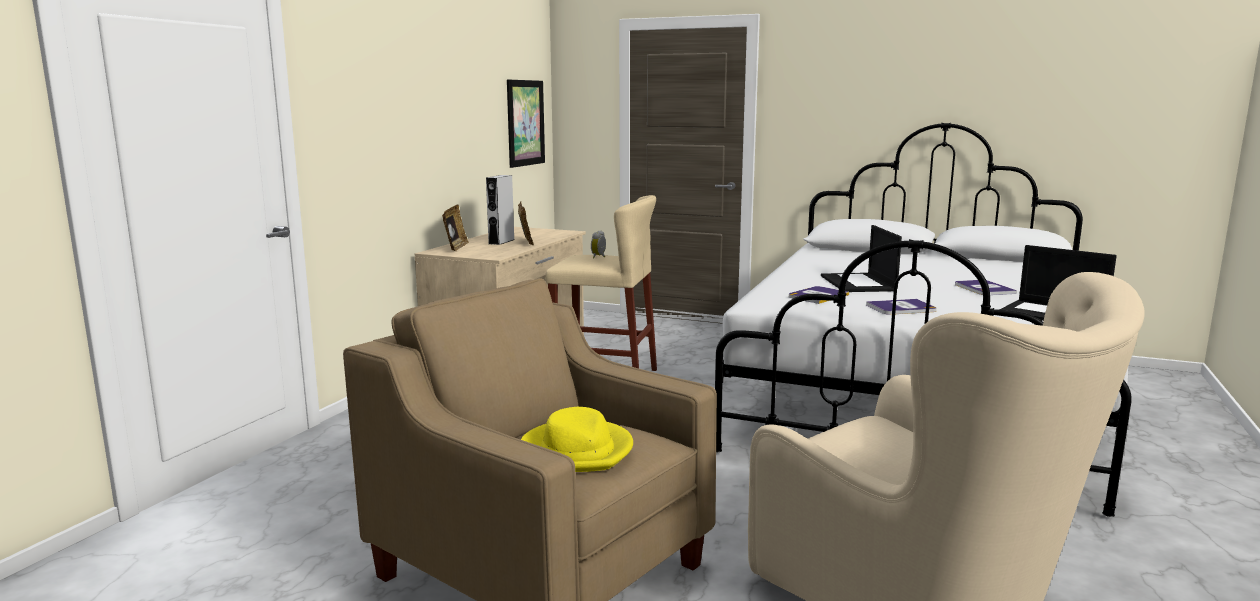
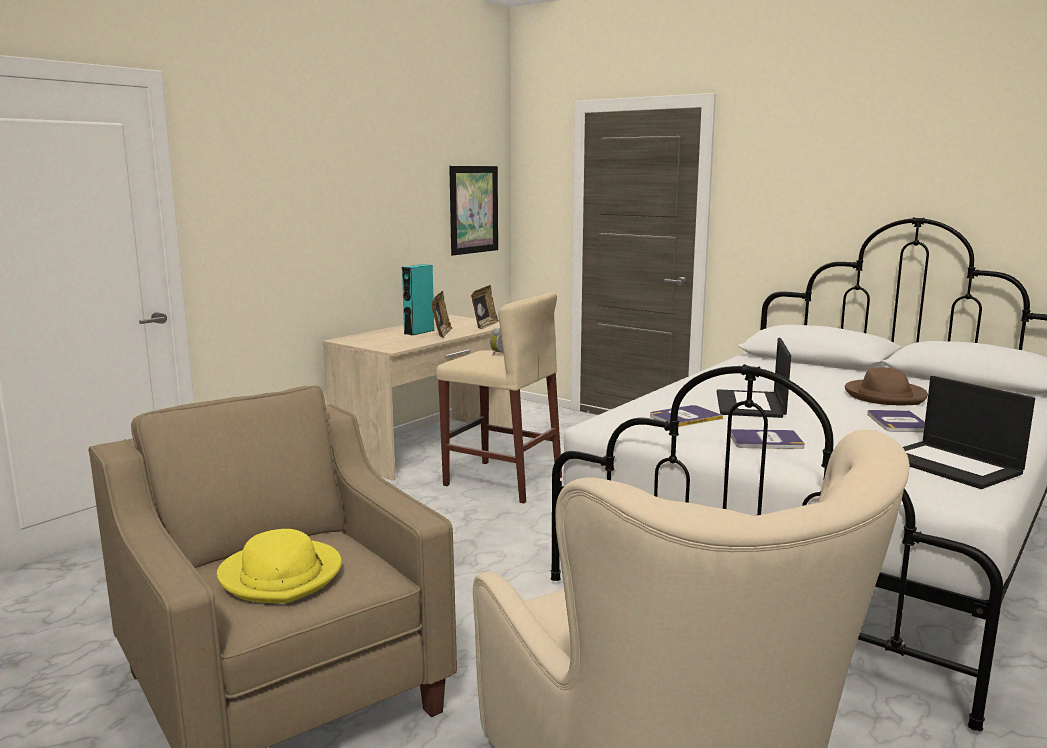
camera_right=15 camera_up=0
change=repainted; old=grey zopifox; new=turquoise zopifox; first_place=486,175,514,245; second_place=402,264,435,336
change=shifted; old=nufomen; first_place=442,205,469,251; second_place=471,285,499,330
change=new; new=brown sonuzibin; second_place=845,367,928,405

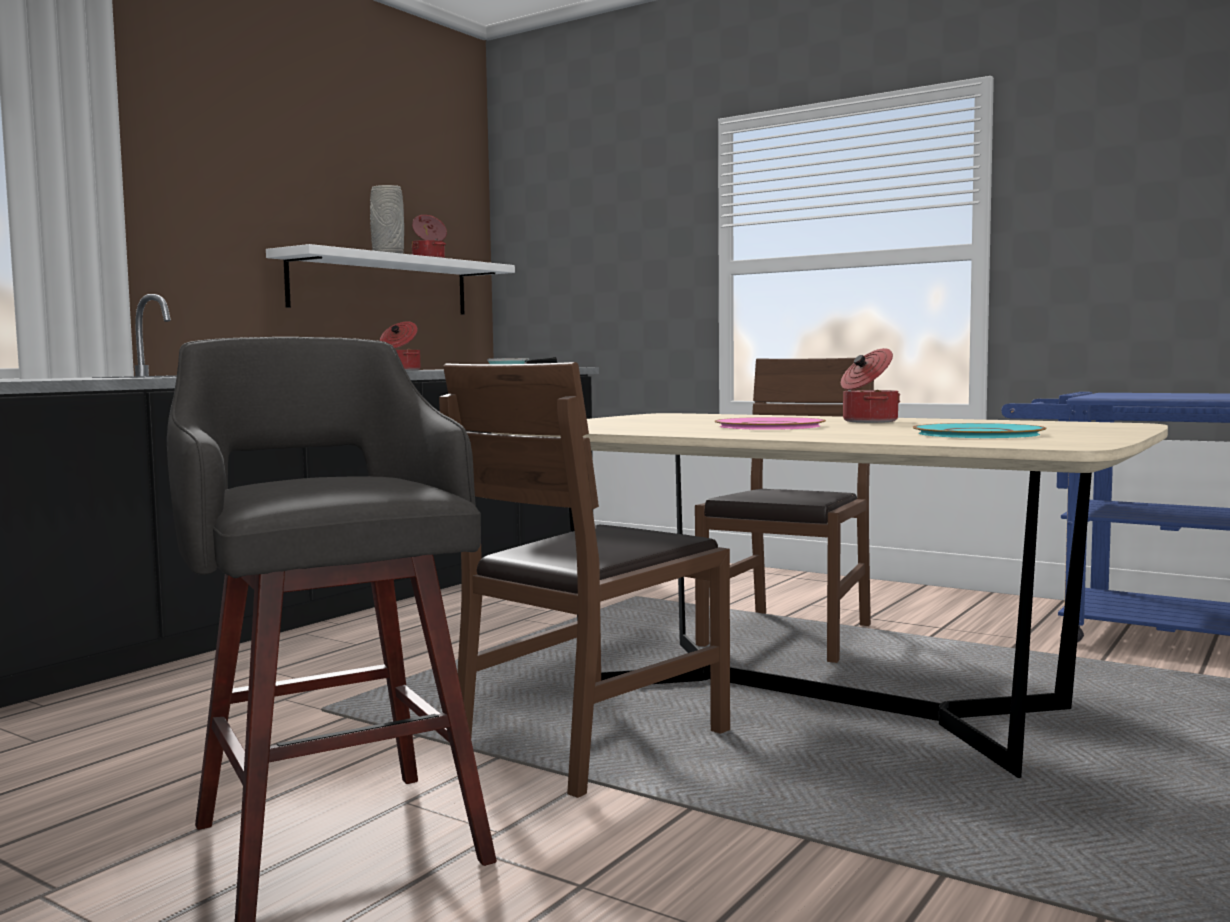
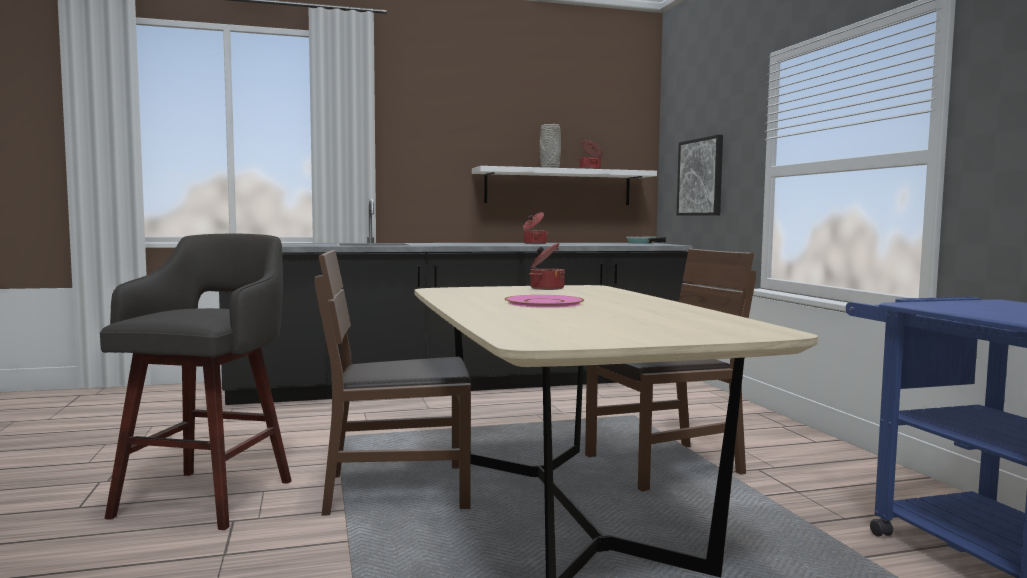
camera_right=40 camera_up=0
change=shifted; old=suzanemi; first_place=841,348,900,423; second_place=529,243,565,290
change=gone; old=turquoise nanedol; first_place=913,423,1047,438
change=new; new=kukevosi; second_place=677,135,723,216

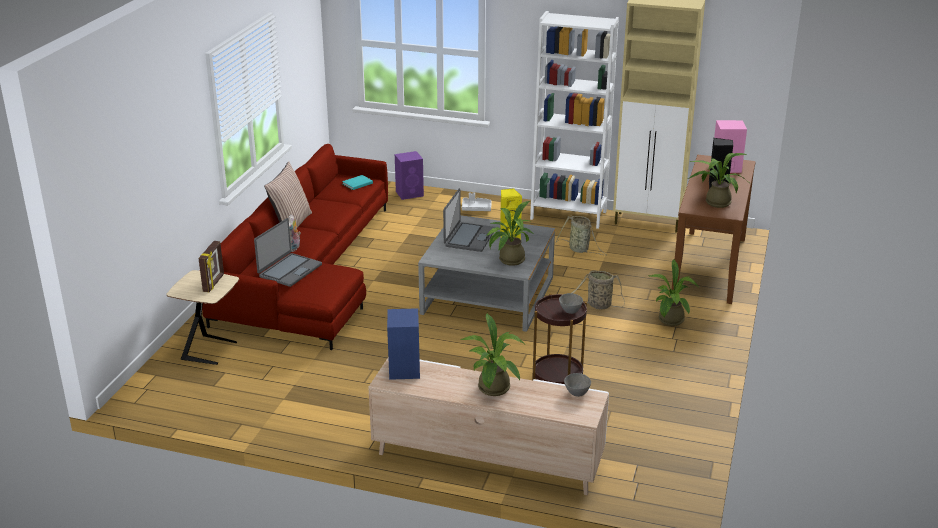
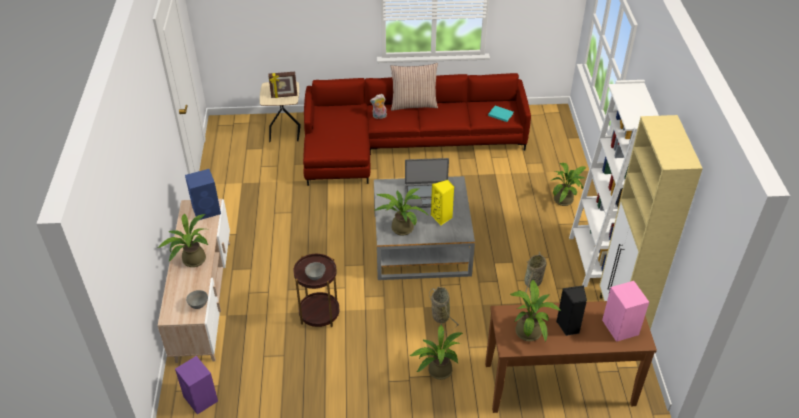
camera_right=70 camera_up=15
change=shifted; old=purple zopifox; first_place=395,151,424,200; second_place=175,356,218,415
change=swapped; old=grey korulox; new=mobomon; first_place=462,193,492,211; second_place=550,163,586,206
change=gone; old=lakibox; first_place=254,218,322,287

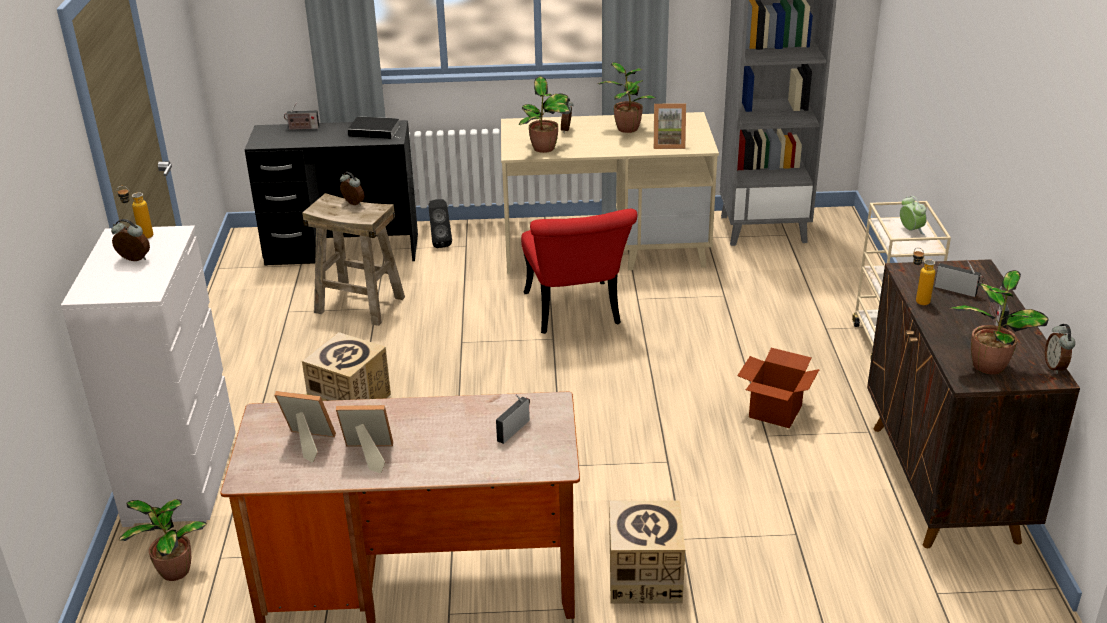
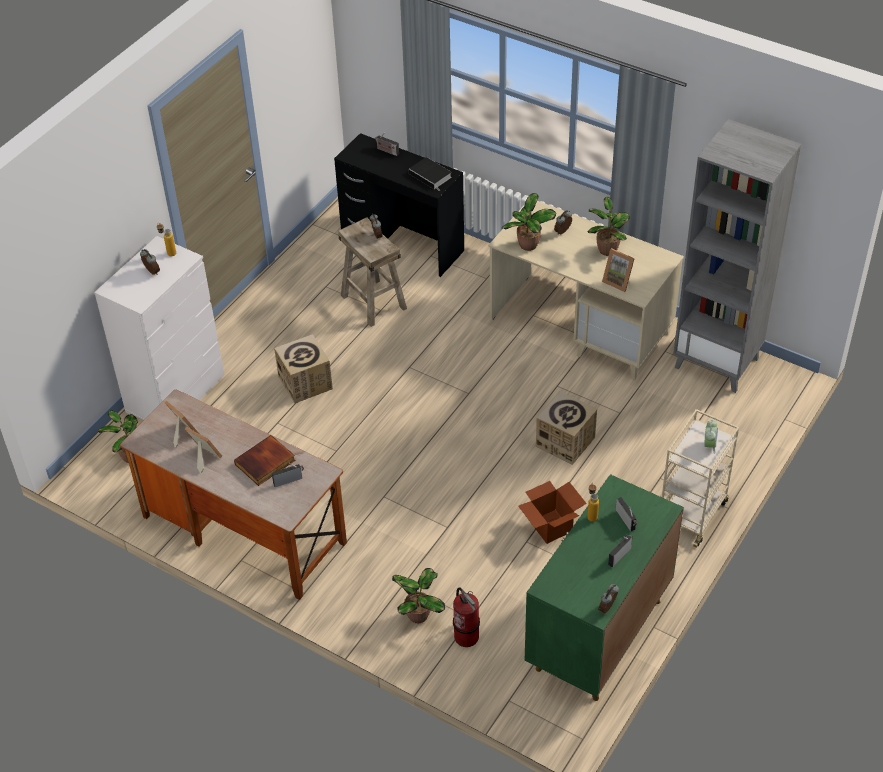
camera_right=35 camera_up=15
change=gone; old=black zopifox; first_place=428,199,452,248
change=gone; old=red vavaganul; first_place=521,209,638,334
change=repainted; old=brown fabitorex; new=green fabitorex; first_place=867,259,1080,548; second_place=525,474,684,701
change=shifted; old=mobomon; first_place=951,270,1048,374; second_place=392,568,445,623
change=shifted; old=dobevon; first_place=609,501,685,604; second_place=536,391,597,465
change=new; new=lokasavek; second_place=234,435,295,486
change=new; new=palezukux; second_place=453,587,480,647

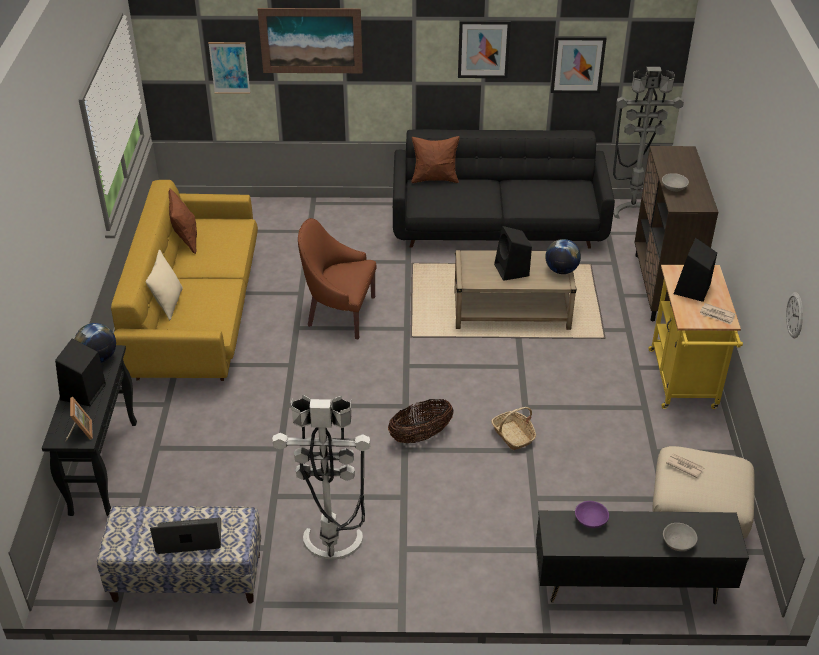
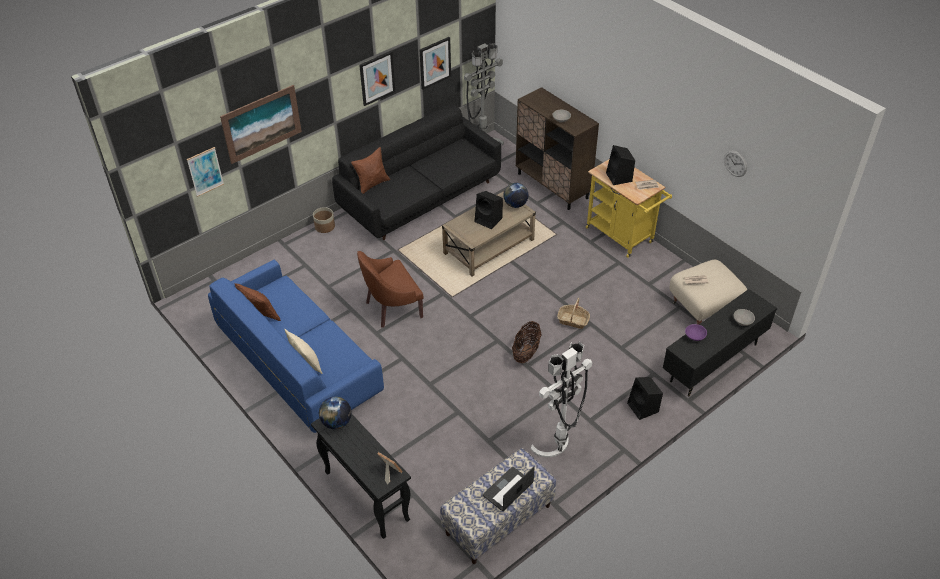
camera_right=-40 camera_up=5
change=repainted; old=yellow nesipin; new=blue nesipin; first_place=111,180,258,381; second_place=208,260,384,433
change=shifted; old=black zopifox; first_place=55,338,106,406; second_place=627,377,663,420
change=new; new=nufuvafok; second_place=313,207,335,233

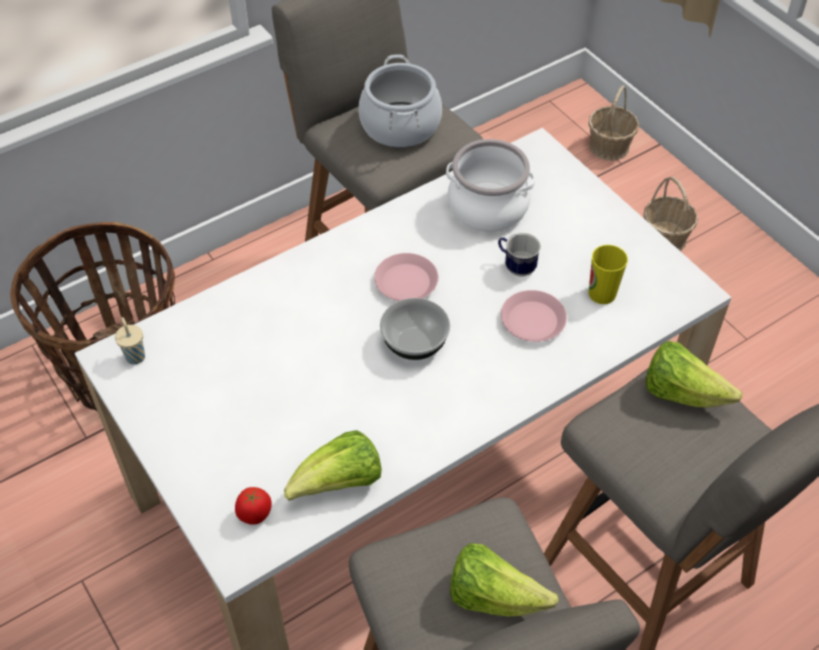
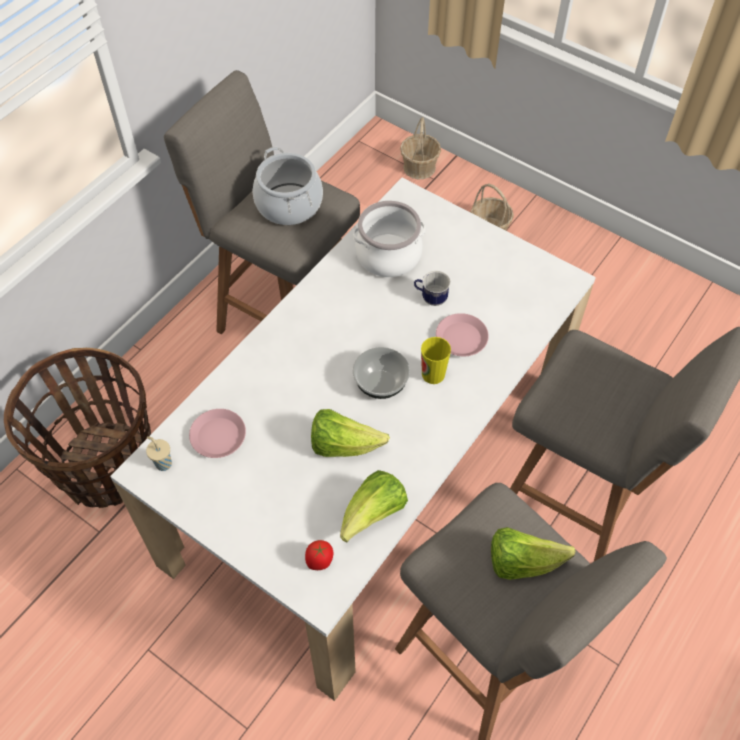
camera_right=-20 camera_up=5
change=shifted; old=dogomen; first_place=589,245,628,304; second_place=421,337,451,384
change=shifted; old=pink nanedol; first_place=374,253,438,301; second_place=189,409,246,458
change=shifted; old=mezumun; first_place=645,341,743,408; second_place=311,409,390,457

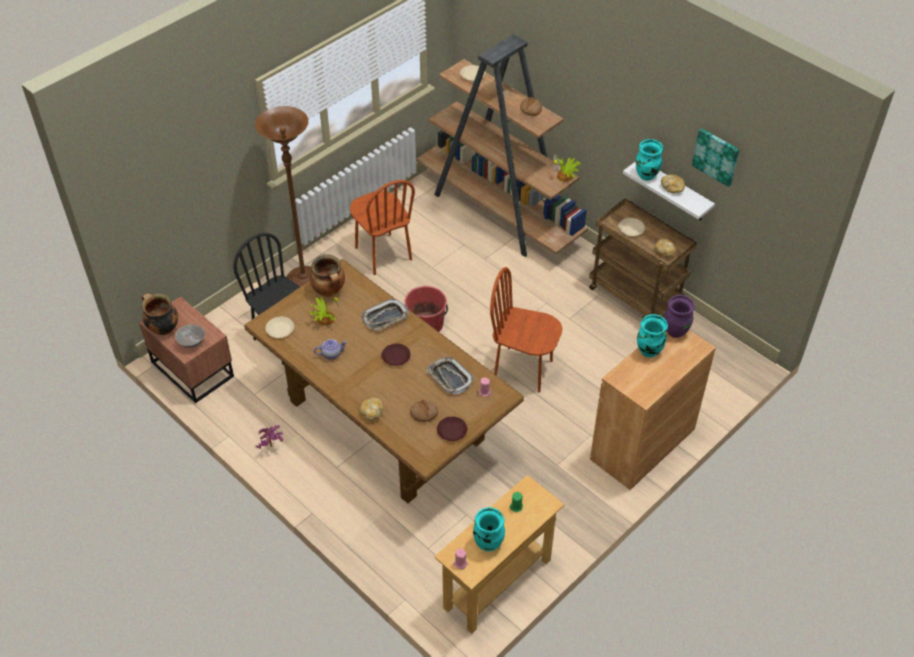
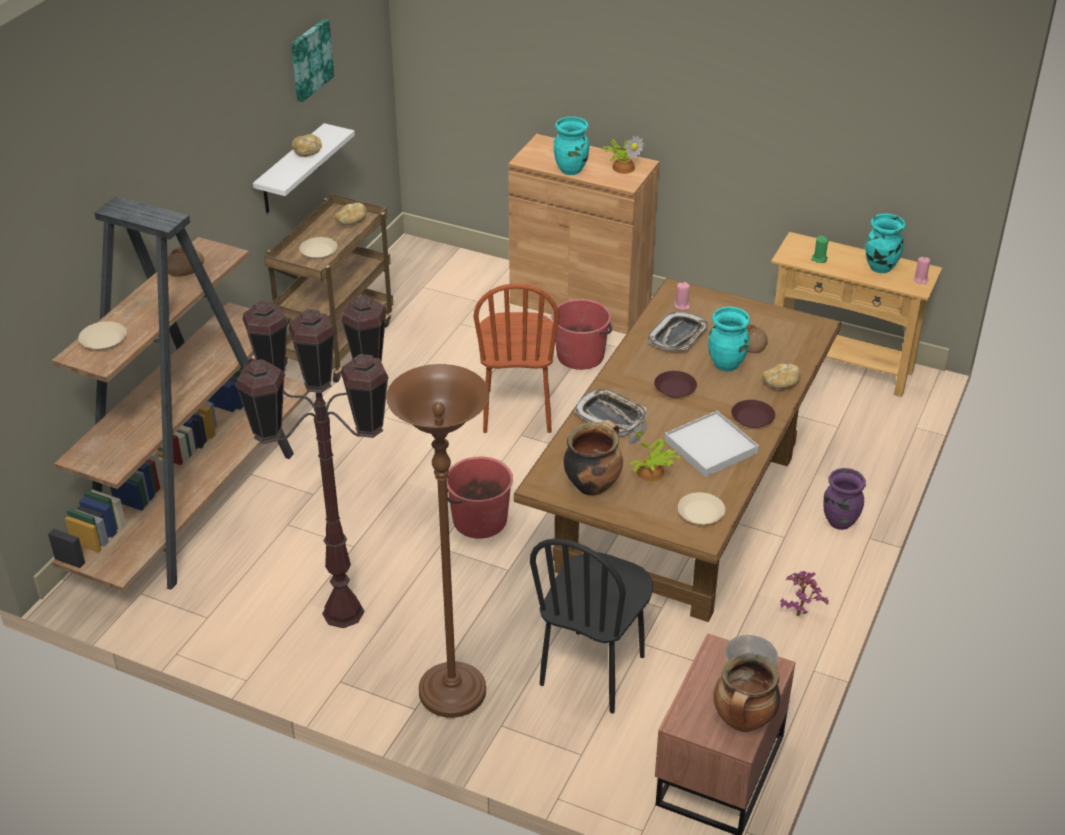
camera_right=-110 camera_up=-10
change=shifted; old=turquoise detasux; first_place=636,139,663,181; second_place=708,307,750,371
change=shifted; old=mobomon; first_place=553,154,580,182; second_place=602,136,645,174
change=swapped; old=brown vavaganul; new=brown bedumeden; first_place=350,180,415,275; second_place=236,295,389,628
change=shifted; old=purple detasux; first_place=664,295,695,338; second_place=824,468,866,530
change=swapped; old=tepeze; new=white korulox; first_place=314,339,347,360; second_place=665,411,759,477
change=shifted; old=brown nanedol; first_place=437,417,467,441; second_place=731,400,775,428
change=new; new=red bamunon; second_place=552,299,612,370

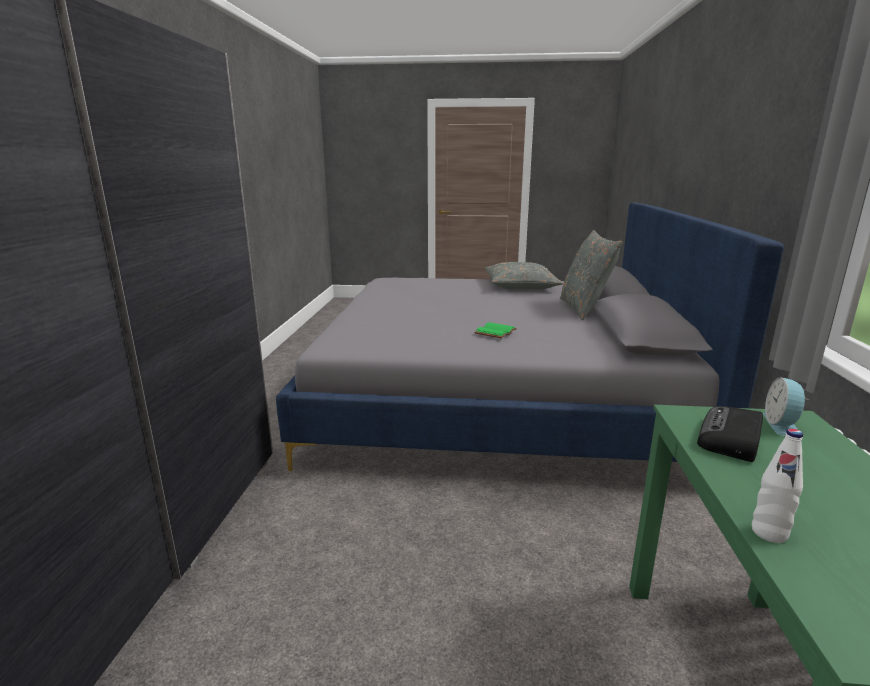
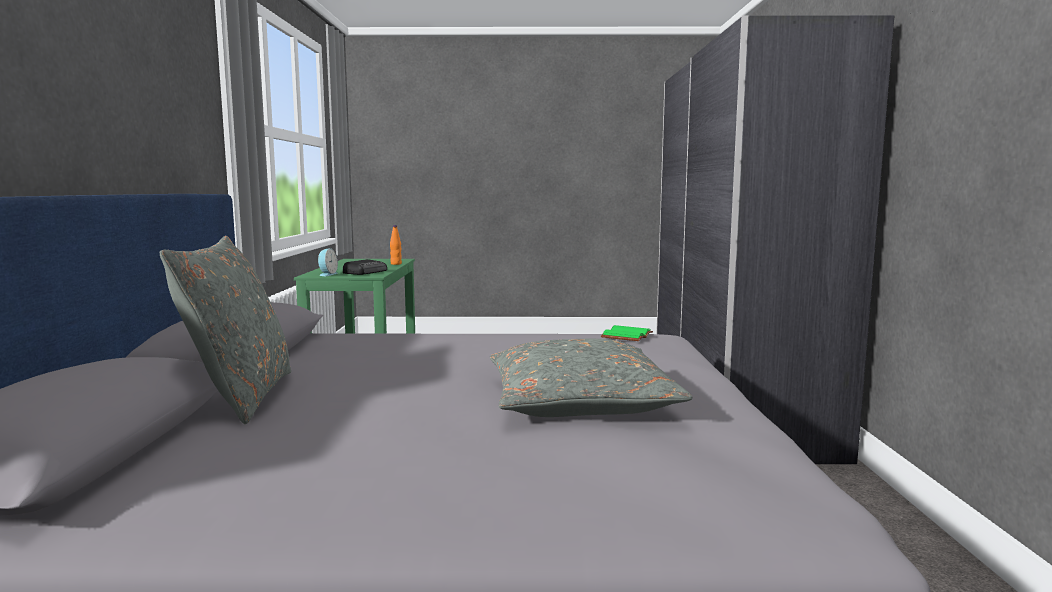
camera_right=175 camera_up=-10
change=shifted; old=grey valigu; first_place=485,262,563,290; second_place=490,339,693,417
change=shifted; old=green lokasavek; first_place=474,322,517,338; second_place=601,325,653,341
change=repainted; old=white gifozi; new=orange gifozi; first_place=752,429,803,543; second_place=390,225,402,265

